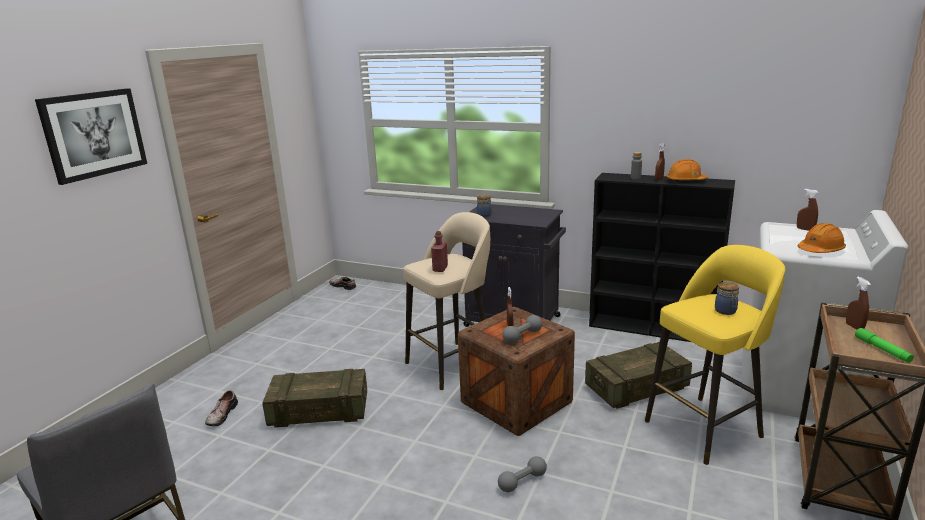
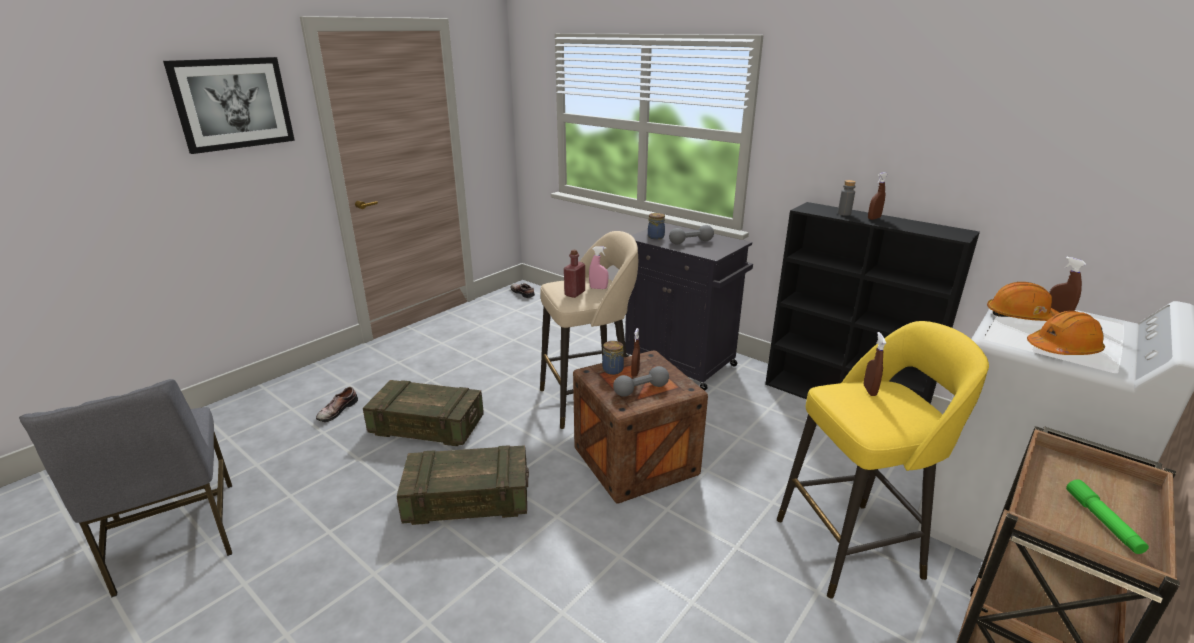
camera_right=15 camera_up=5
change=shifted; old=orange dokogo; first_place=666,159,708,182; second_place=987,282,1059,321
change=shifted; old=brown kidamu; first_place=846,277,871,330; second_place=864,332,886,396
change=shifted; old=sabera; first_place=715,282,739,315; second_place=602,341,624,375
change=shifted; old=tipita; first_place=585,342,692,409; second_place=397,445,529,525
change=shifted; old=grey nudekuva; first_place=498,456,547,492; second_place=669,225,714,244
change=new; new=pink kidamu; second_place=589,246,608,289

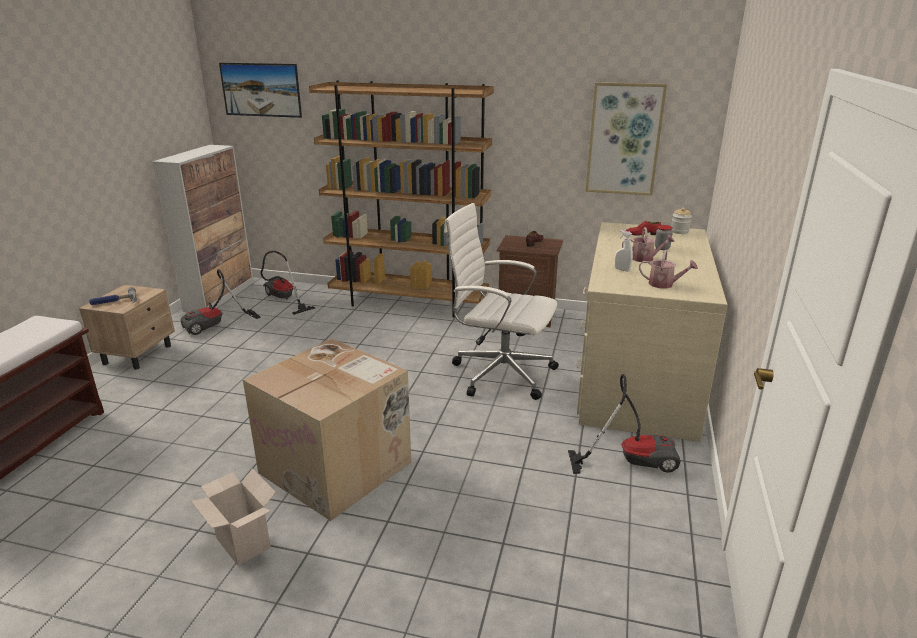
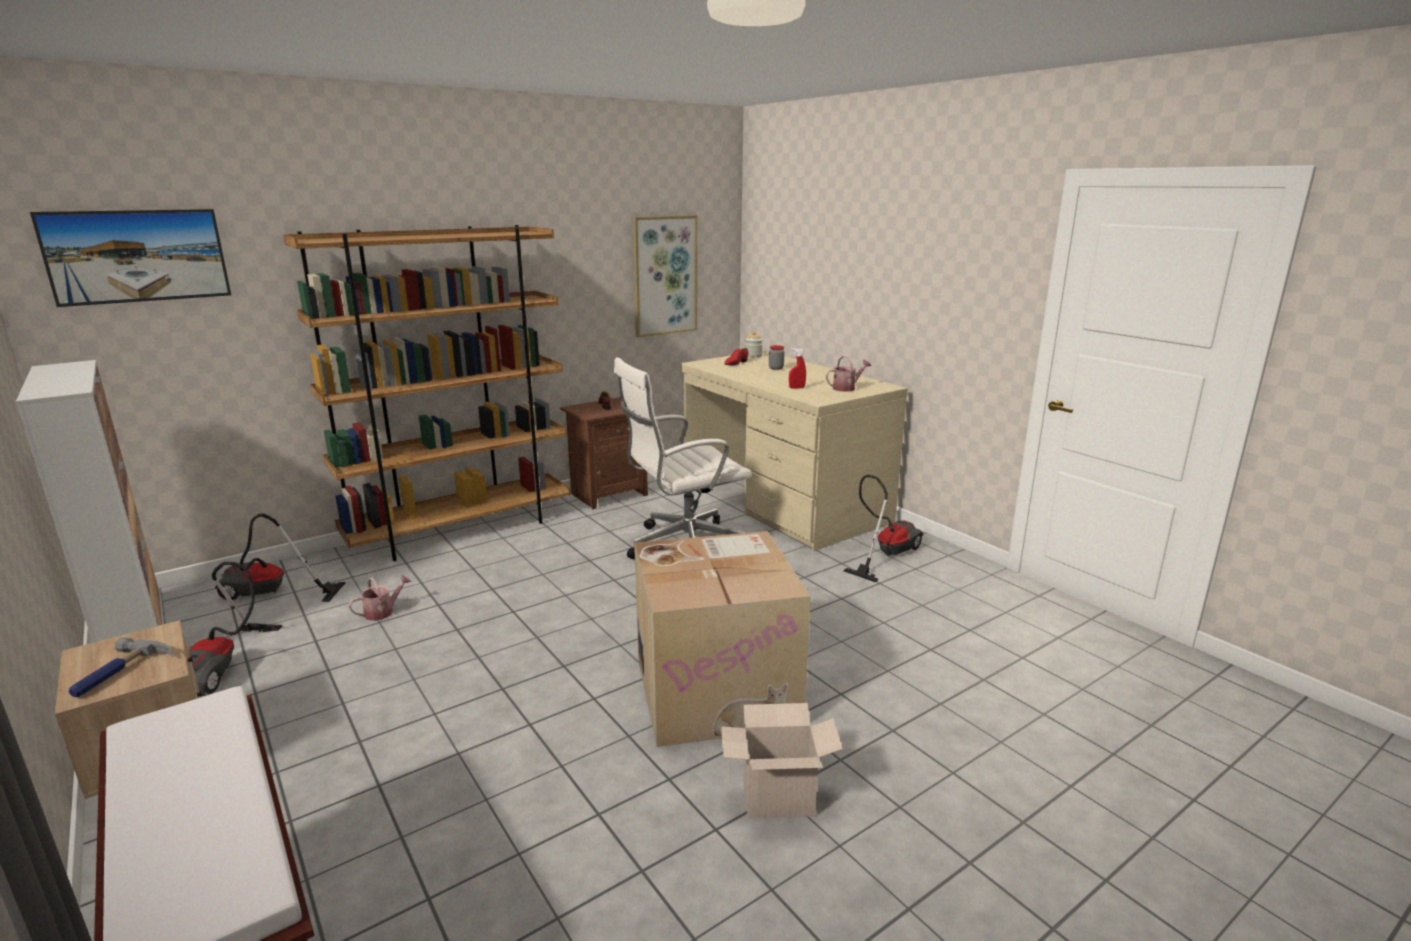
camera_right=-50 camera_up=-5
change=shifted; old=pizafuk; first_place=622,227,675,262; second_place=348,575,411,621
change=repainted; old=white kidamu; new=red kidamu; first_place=615,230,633,272; second_place=789,348,806,389

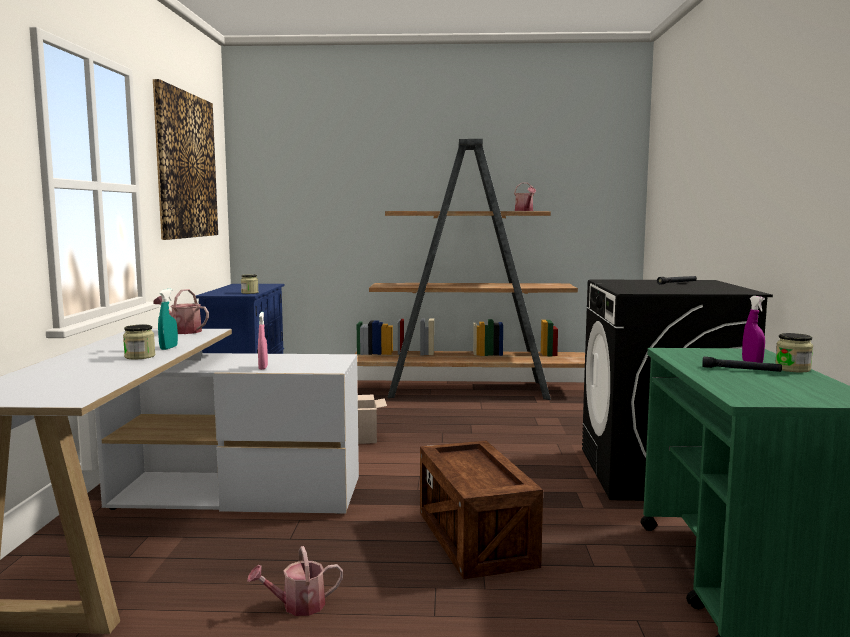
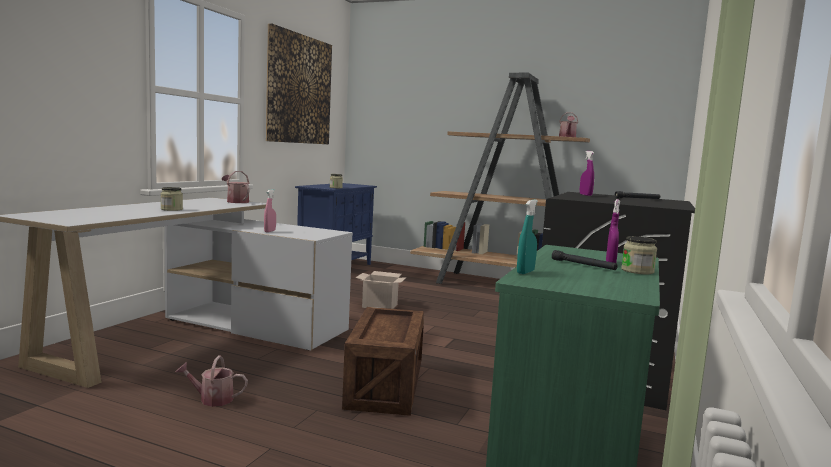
camera_right=20 camera_up=0
change=shifted; old=turquoise kidamu; first_place=158,289,178,350; second_place=517,200,538,274
change=new; new=purple kidamu; second_place=580,151,594,196

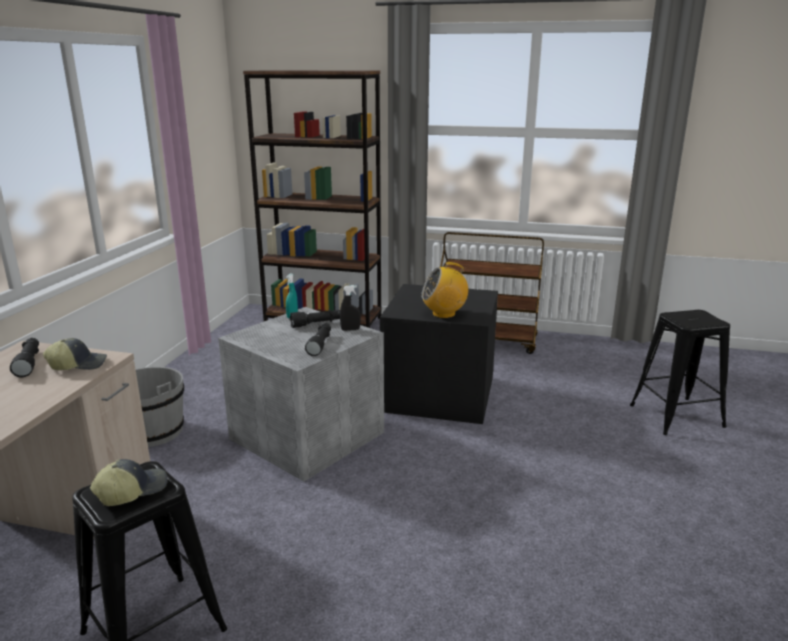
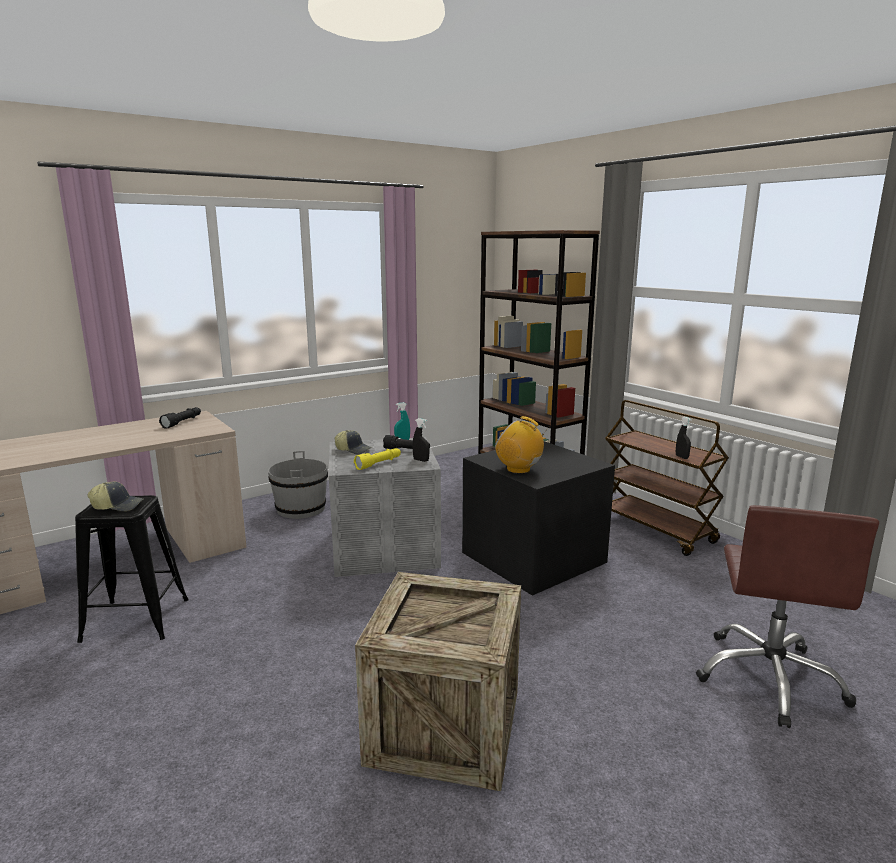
camera_right=40 camera_up=-5
change=swapped; old=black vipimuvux; new=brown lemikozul; first_place=630,310,730,435; second_place=696,505,879,728
change=repainted; old=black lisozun; new=yellow lisozun; first_place=305,323,331,356; second_place=354,448,401,470
change=shifted; old=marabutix; first_place=43,338,107,370; second_place=335,430,372,454
change=new; new=black kidamu; second_place=676,417,692,459
change=new; new=tipita; second_place=355,572,521,791

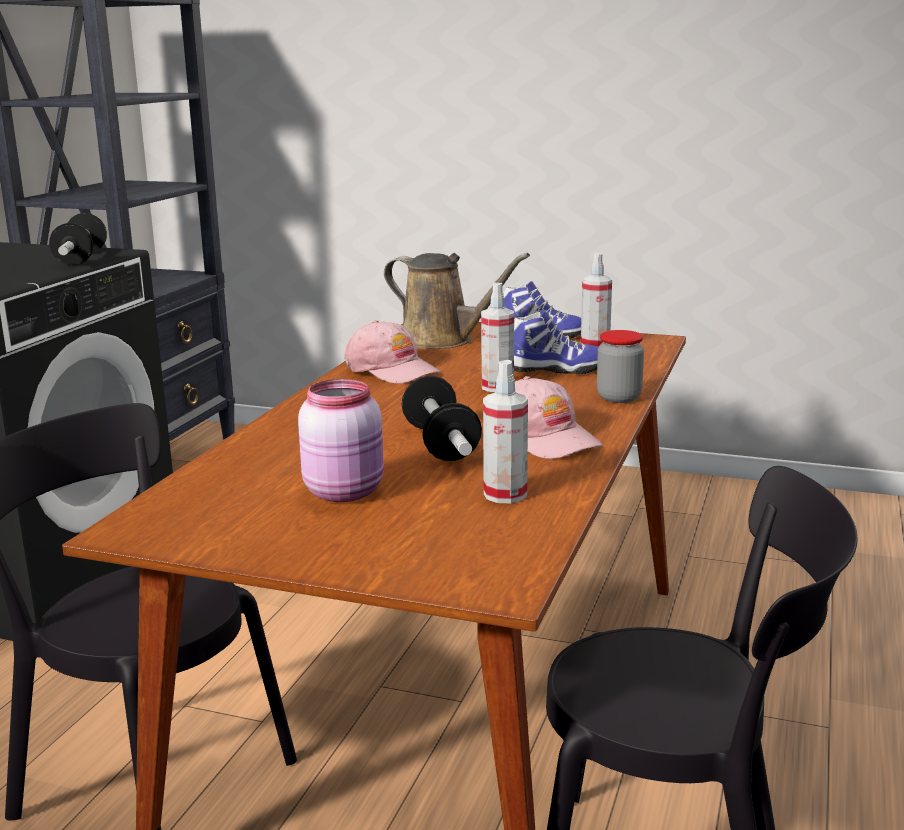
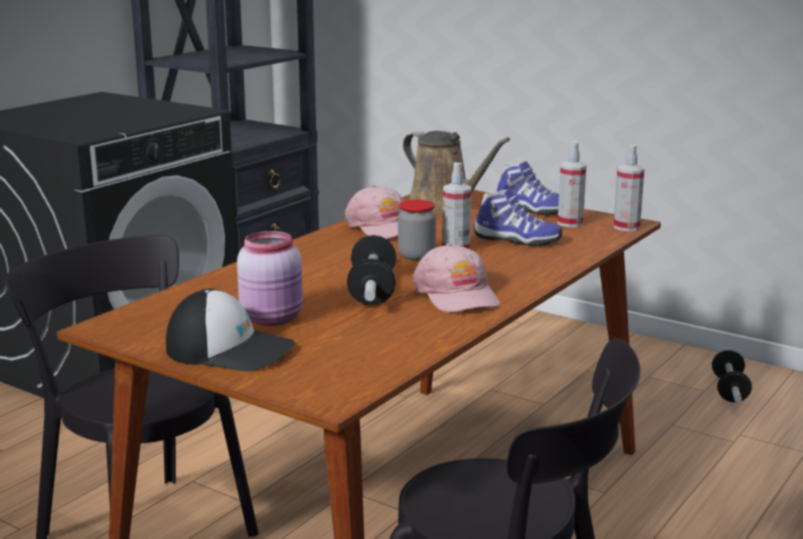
camera_right=15 camera_up=0
change=shifted; old=nudekuva; first_place=49,213,107,265; second_place=712,350,752,402
change=shifted; old=sabera; first_place=597,330,644,403; second_place=398,200,436,260
change=shifted; old=kidamu; first_place=483,360,528,503; second_place=614,144,644,231
change=new; new=marabutix; second_place=166,289,295,371

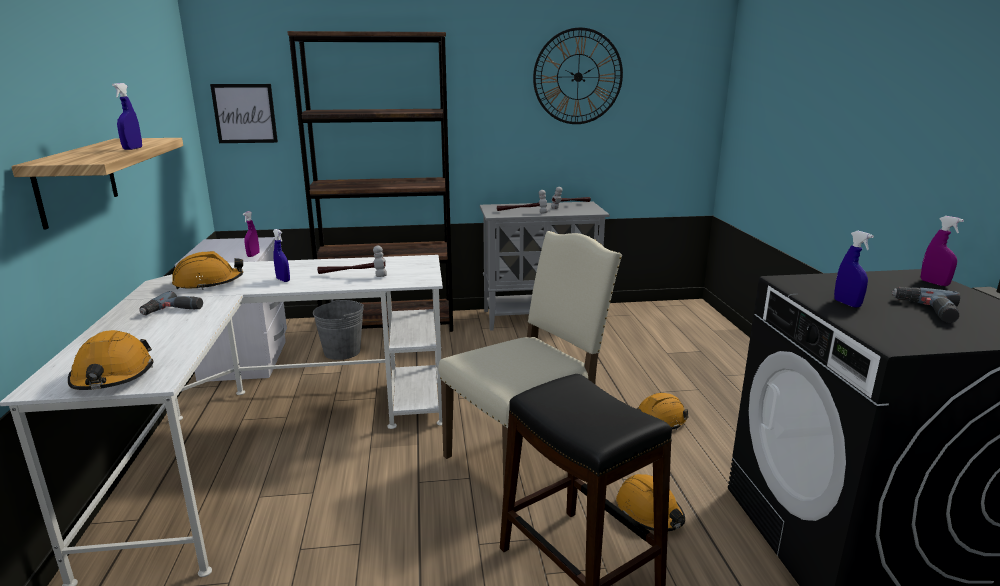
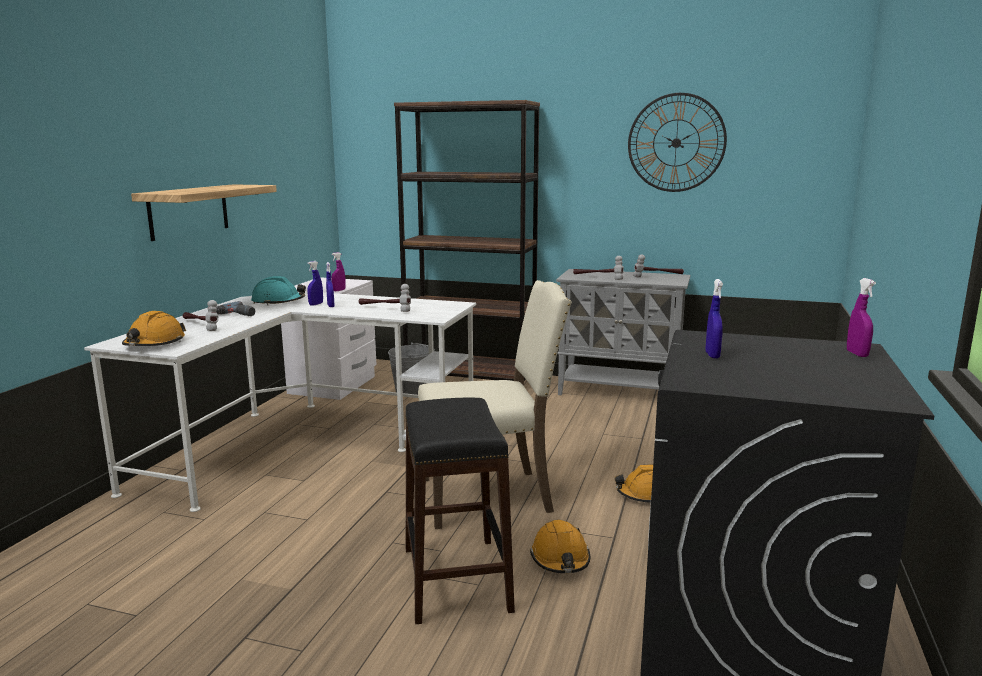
camera_right=25 camera_up=-5
change=shifted; old=blue kidamu; first_place=112,83,142,150; second_place=307,261,323,306
change=gone; old=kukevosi; first_place=210,84,278,143
change=repainted; old=orange dokogo; new=turquoise dokogo; first_place=172,251,243,290; second_place=251,276,306,305
change=gone; old=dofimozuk; first_place=891,287,960,323
change=new; new=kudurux; second_place=183,300,218,331

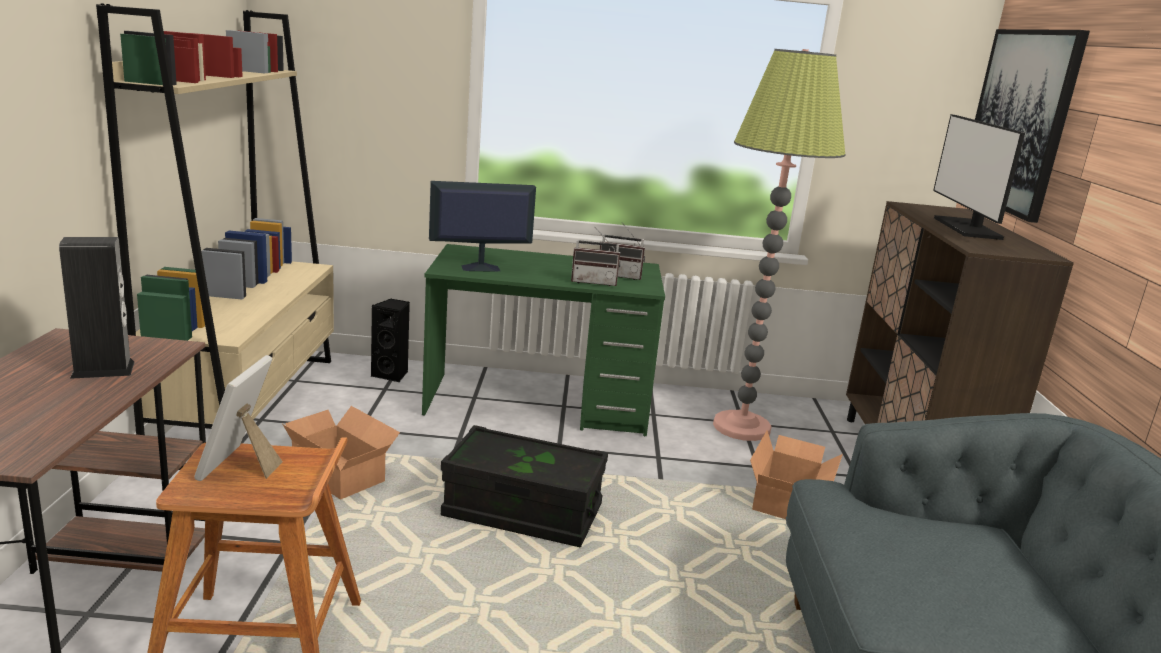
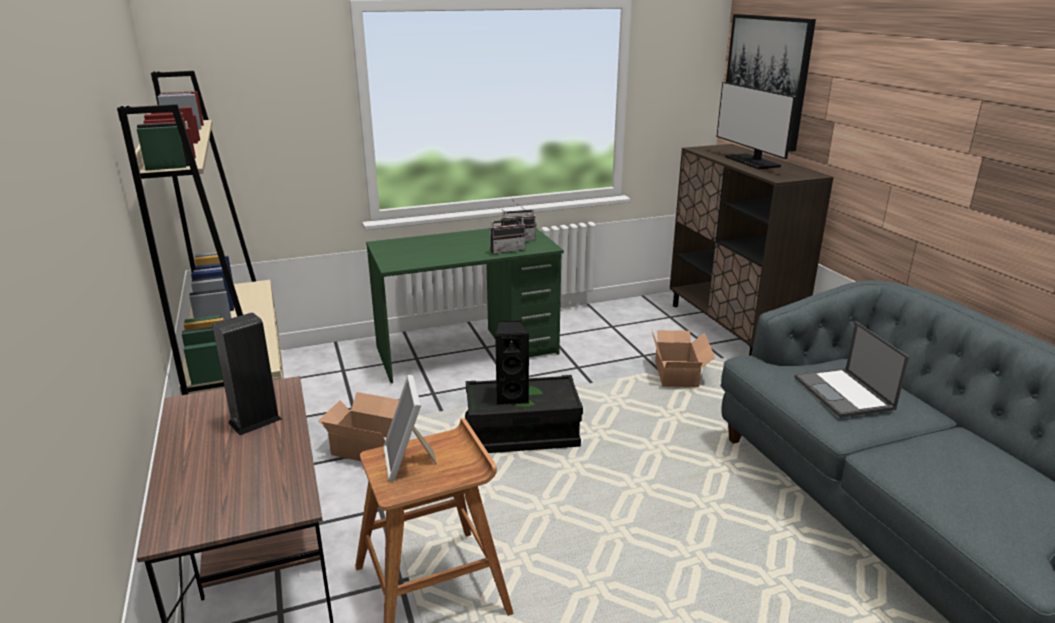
camera_right=-20 camera_up=5
change=gone; old=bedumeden; first_place=713,49,846,441
change=gone; old=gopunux; first_place=429,181,536,272
change=shifted; old=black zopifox; first_place=371,299,410,383; second_place=495,321,529,405
change=new; new=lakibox; second_place=794,322,909,418

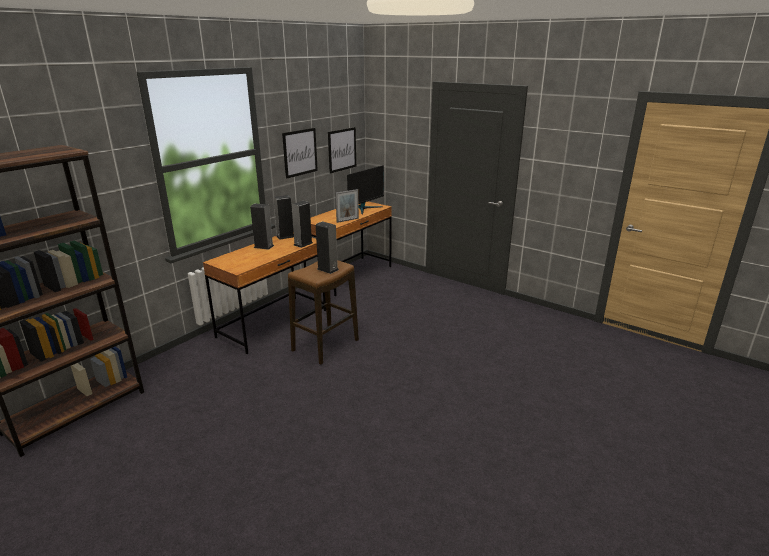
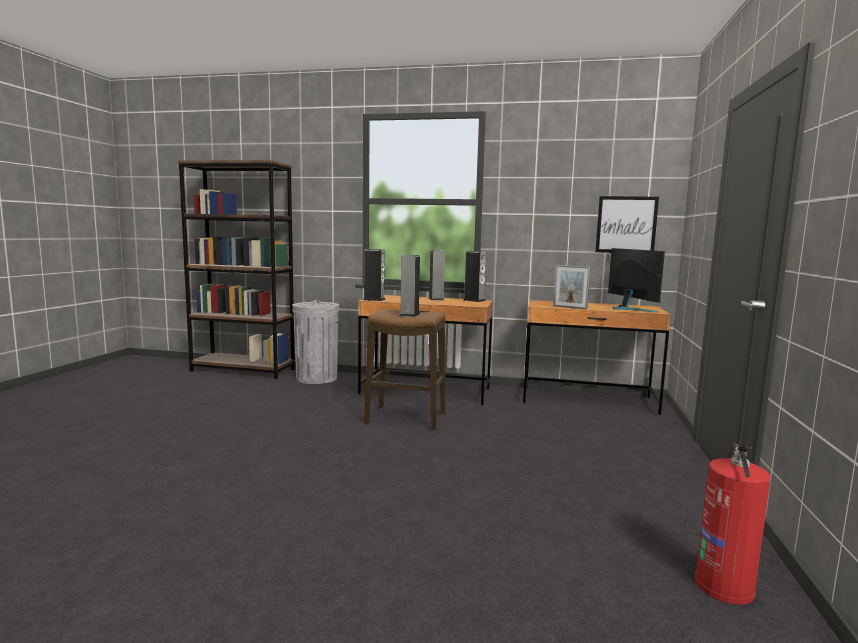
camera_right=65 camera_up=-15
change=gone; old=kukevosi; first_place=282,128,318,179
change=rotated; old=gopunux; first_place=347,165,384,214; second_place=608,248,665,312; degrees=-120
change=shifted; old=zopifox; first_place=291,201,313,248; second_place=363,249,386,301
change=new; new=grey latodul; second_place=292,300,339,384
change=new; new=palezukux; second_place=695,444,771,605

